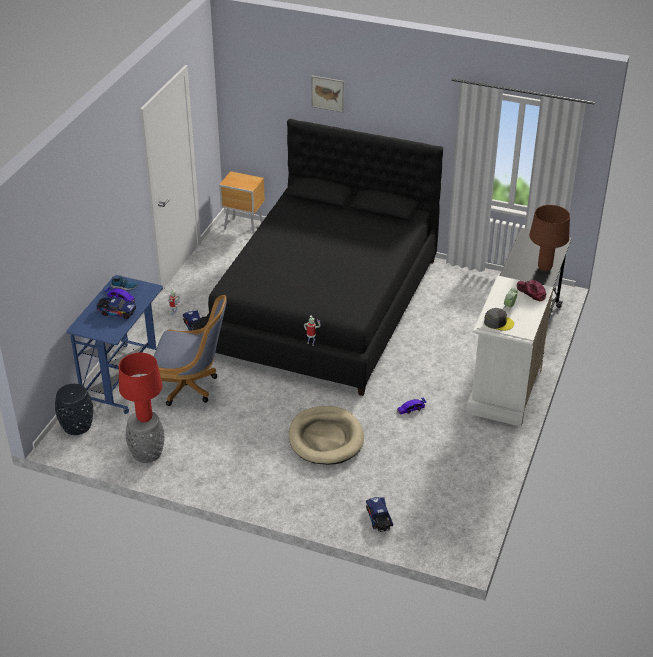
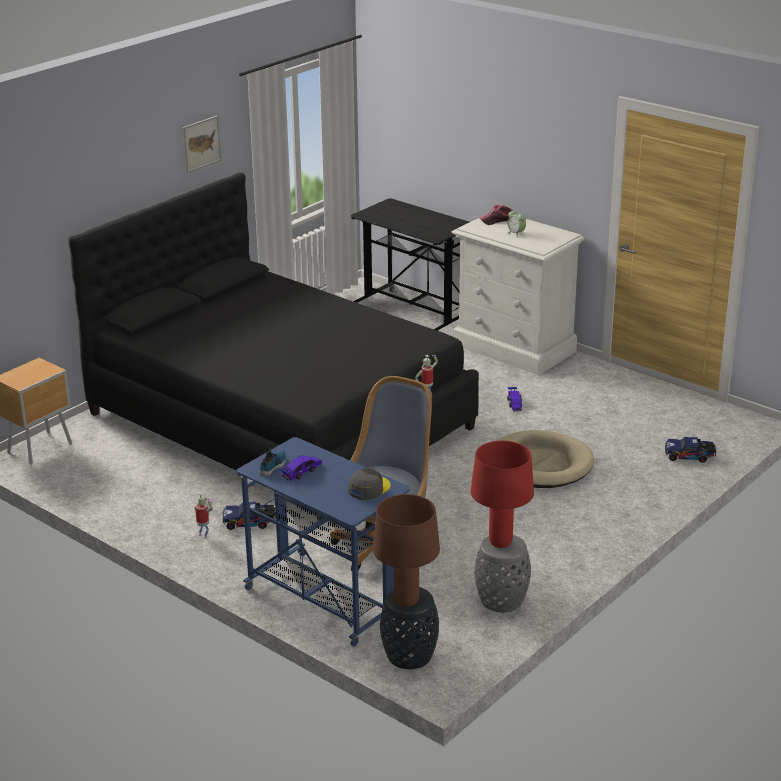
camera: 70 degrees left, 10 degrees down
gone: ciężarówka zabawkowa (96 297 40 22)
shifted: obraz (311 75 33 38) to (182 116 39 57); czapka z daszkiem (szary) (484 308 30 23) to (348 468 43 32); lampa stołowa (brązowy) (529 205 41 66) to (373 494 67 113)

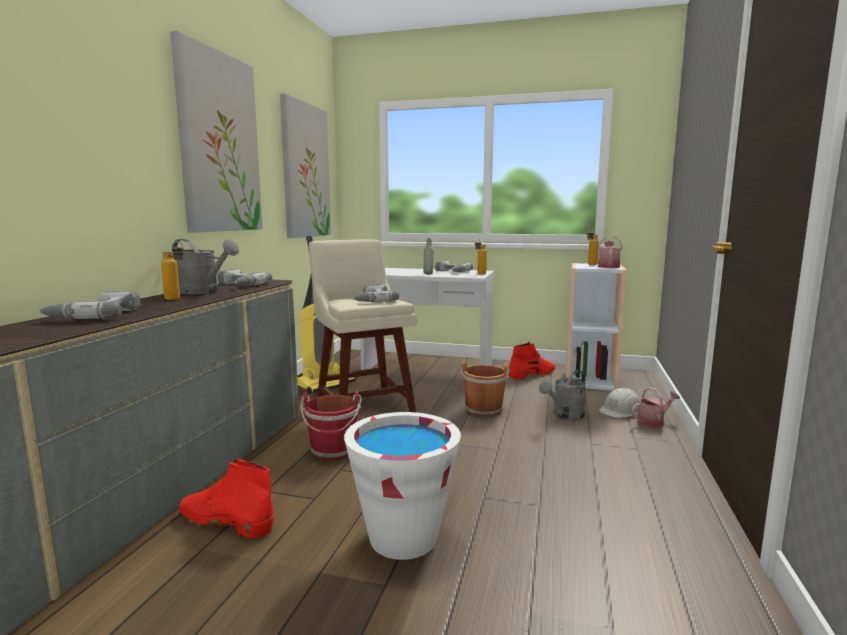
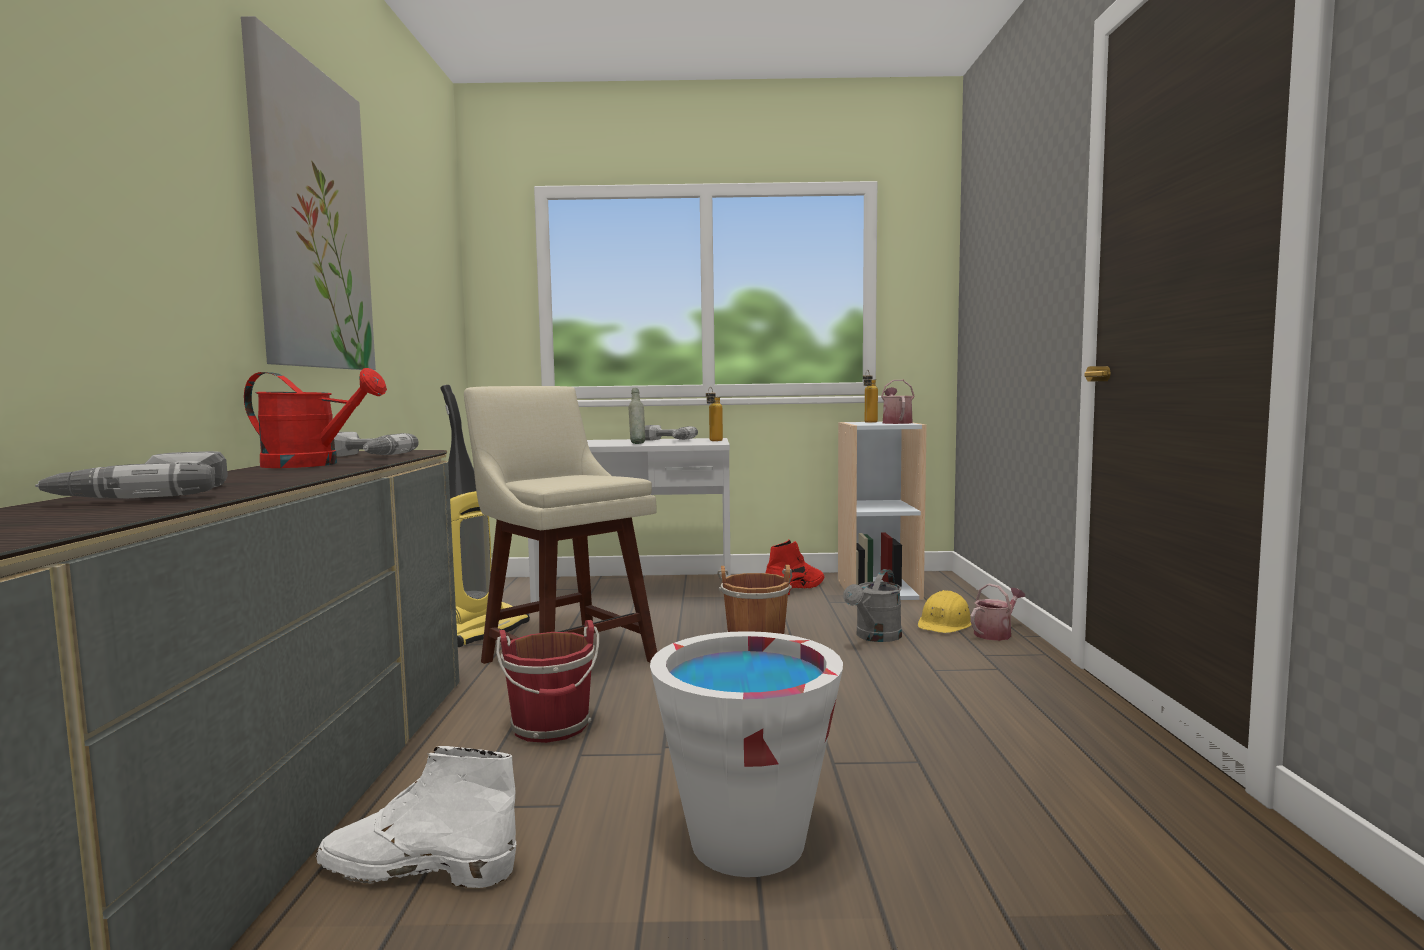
camera: 15 degrees left, 5 degrees down
gone: butelka (161 241 23 59); obraz (280 93 51 145); wiertarka (352 285 47 17)
repainted: konewka (szary) (172 239 67 55) to konewka (czerwony) (244 368 143 100); but z cholewką (czerwony) (179 459 95 79) to but z cholewką (biały) (316 746 200 142); kask (biały) (599 387 41 31) to kask (żółty) (918 590 54 43)

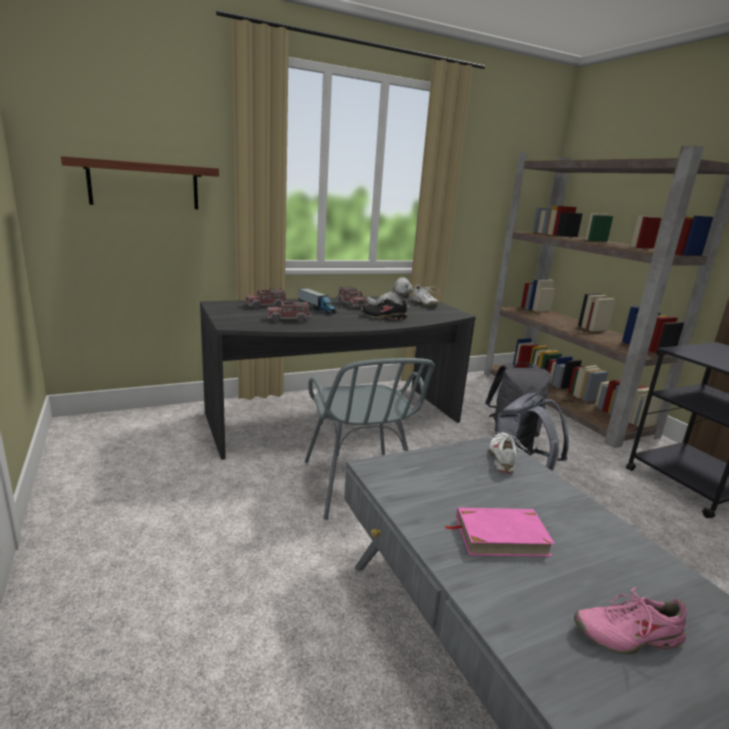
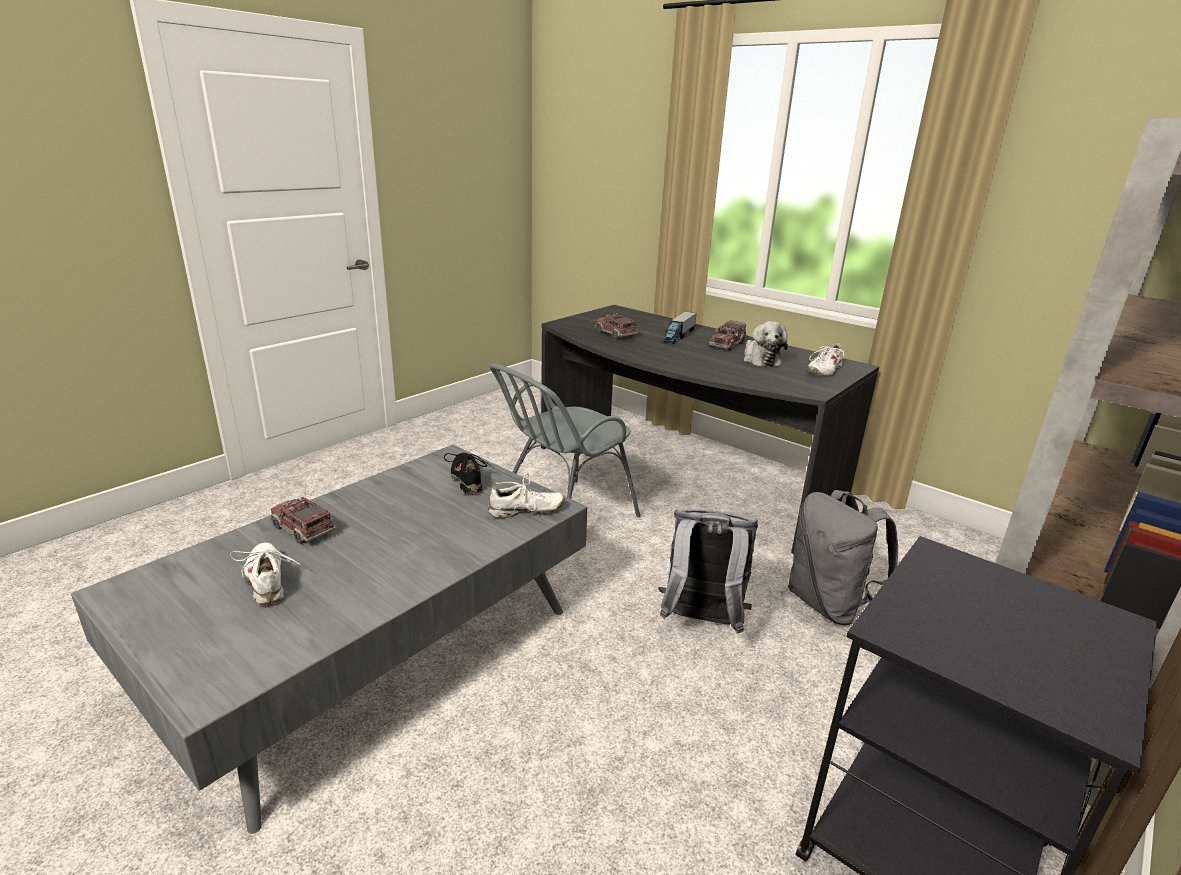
camera: 65 degrees right, 5 degrees up
gone: półka (61 156 158 53); książka (różowy) (445 508 110 49)
shifted: ciężarówka zabawkowa (245 288 43 21) to (269 497 67 47); but (czarny) (361 298 46 21) to (444 453 50 41)
repainted: but (różowy) (574 587 118 67) to but (biały) (230 543 70 62)

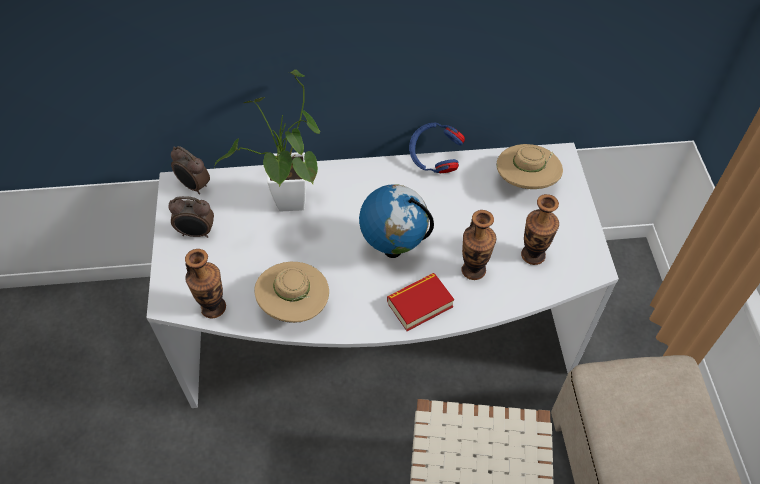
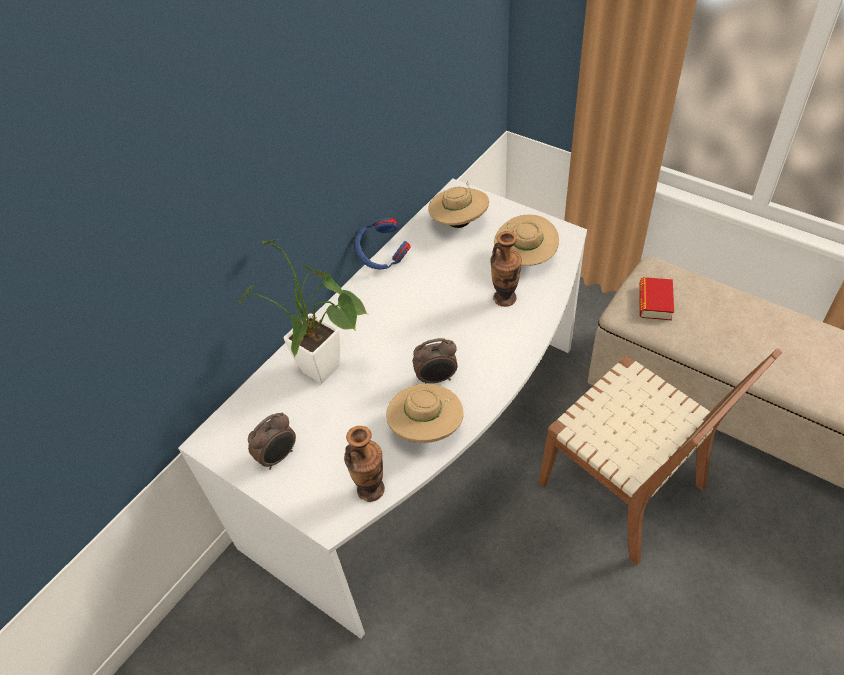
camera: 45 degrees left, 5 degrees down
gone: globus (359 184 75 74)
shifted: budzik (171 146 39 49) to (413 338 45 46); książka (387 273 67 58) to (639 277 35 43)
swapped: wazon (521 194 38 71) to kapelusz (beżowy) (494 215 65 51)

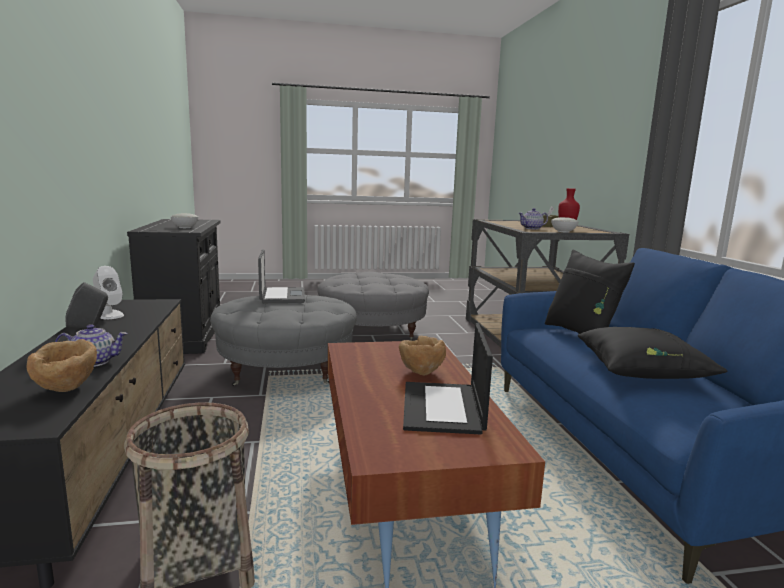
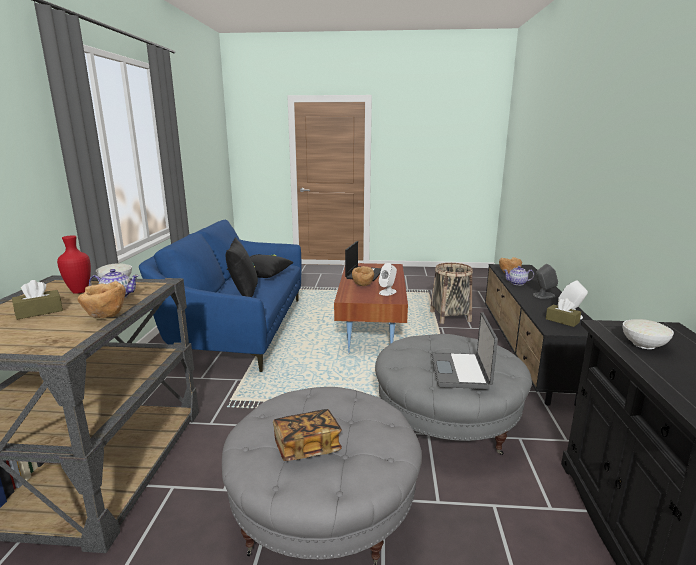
camera: 165 degrees left, 5 degrees up
new: miska (brązowy) (78 281 48 37); książka (273 409 69 52); głośnik (biały) (379 263 18 33); pudełko chusteczek (brązowy) (546 298 35 29)

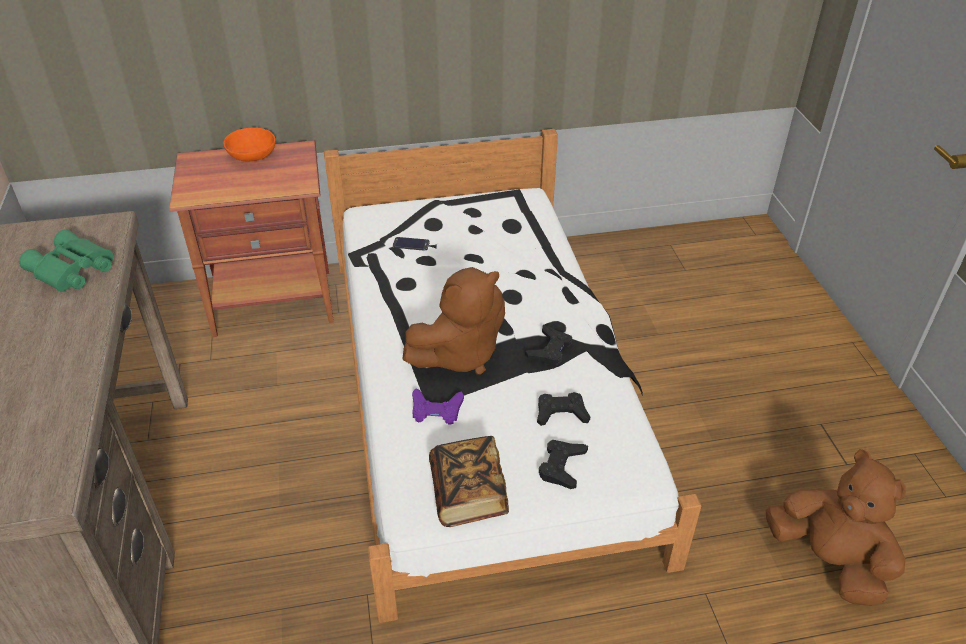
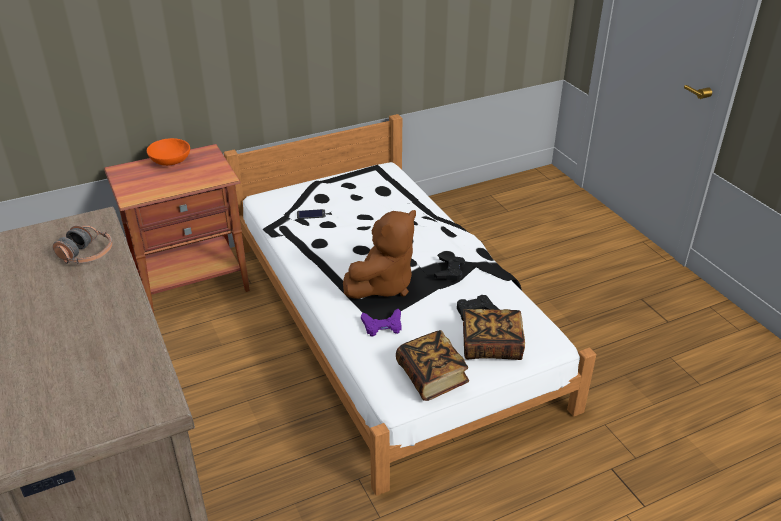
camera: 15 degrees left, 5 degrees down
gone: pluszak (brązowy) (766 449 140 157)
swapped: lornetka (zielony) (19 229 95 63) to słuchawki (53 226 60 38); pad do gier (czarny) (539 440 49 49) to książka (463 309 62 51)

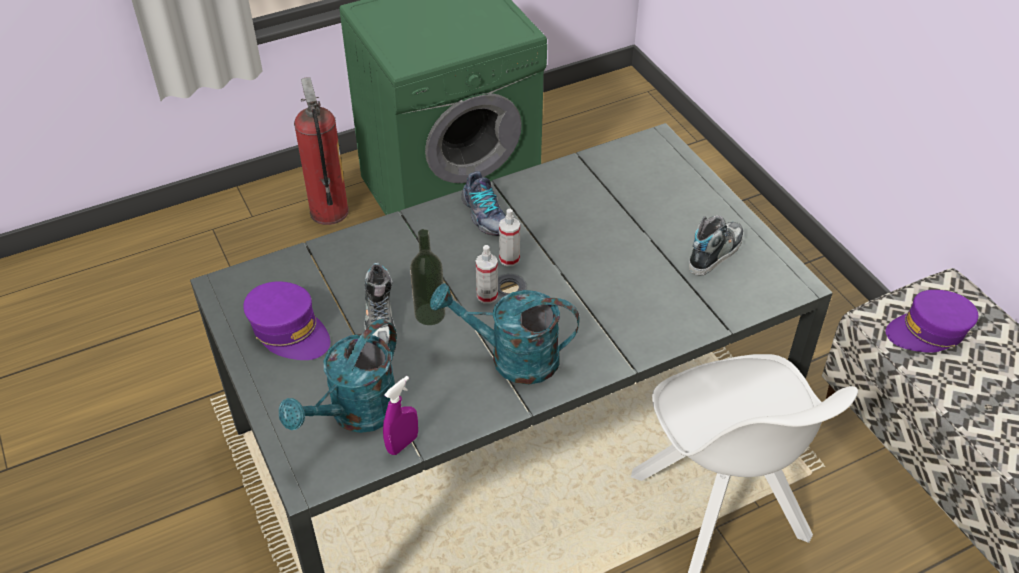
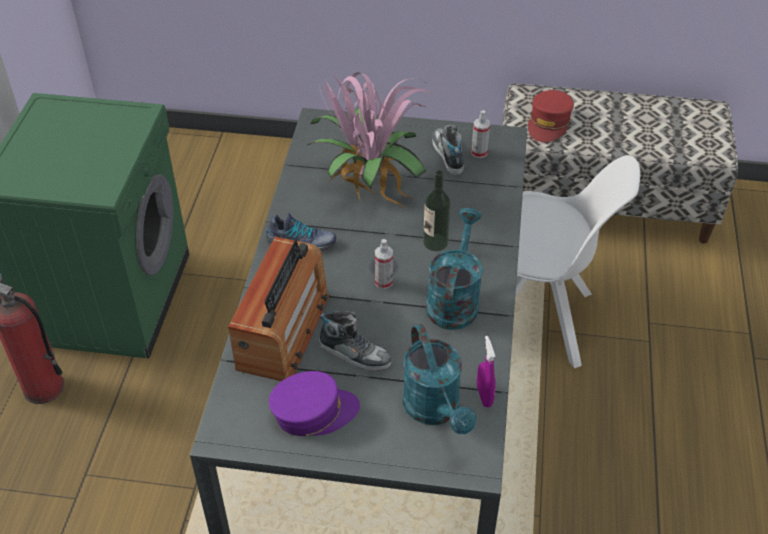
camera: 55 degrees left, 0 degrees up
new: radio (228 237 102 144); roślina doniczkowa (306 72 125 136)
shifted: butelka (410 229 35 96) to (423 170 28 81); spryskiwacz (499 209 21 57) to (471 111 19 47)
repainted: czapka z daszkiem (fioletowy) (886 290 92 63) to czapka z daszkiem (czerwony) (528 90 46 52)
rotated: konewka (turkusowy) (430 283 149 102) = (426 208 57 122) 150 degrees clockwise

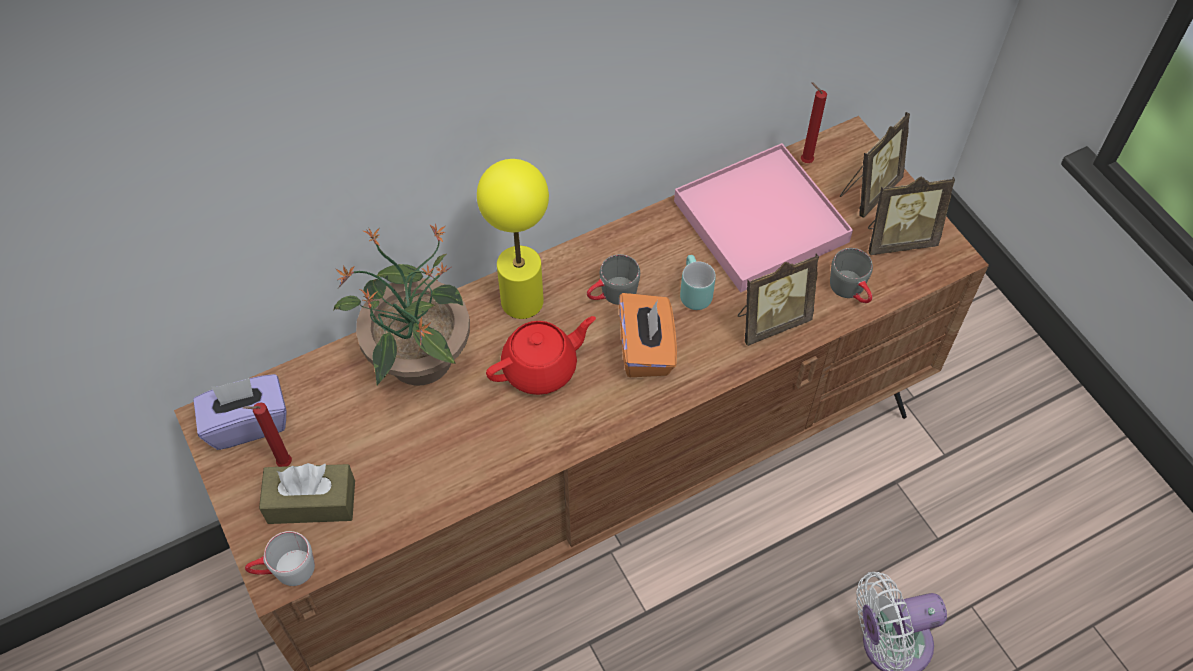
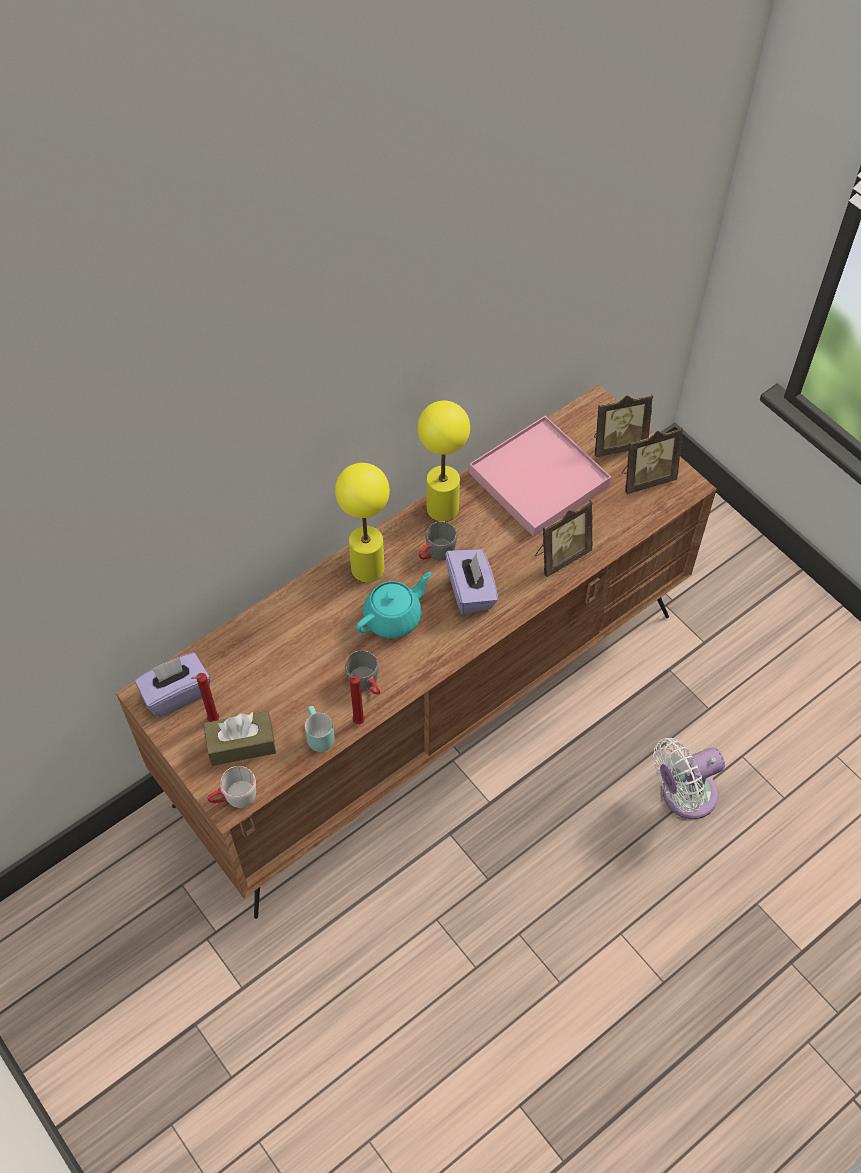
camera: 10 degrees left, 0 degrees up
gone: roślina doniczkowa (333 224 137 162)
new: lampa stołowa (żółty) (417 401 53 121)
shifted: kubek (turkusowy) (680 255 36 55) to (305 706 30 46); świeca (czerwony) (801 82 26 81) to (344 672 21 52); kubek (szary) (830 248 43 55) to (345 650 36 45)
repainted: imbryk (czerwony) (486 316 110 79) to imbryk (turkusowy) (356 572 76 66); pudełko chusteczek (pomarańczowy) (619 293 58 84) to pudełko chusteczek (fioletowy) (445 549 53 65)
rotated: ramka na zdjęcie (840 112 70 106) = (594 394 59 63) 45 degrees clockwise

